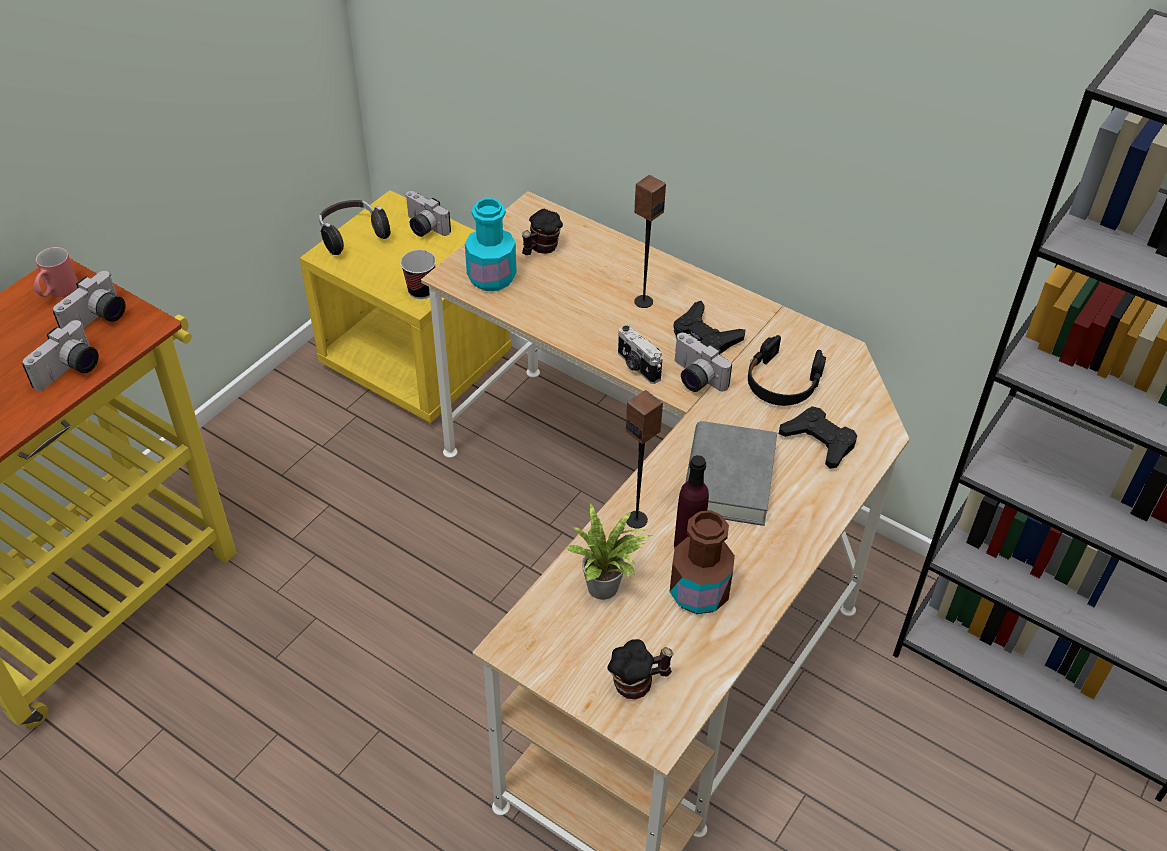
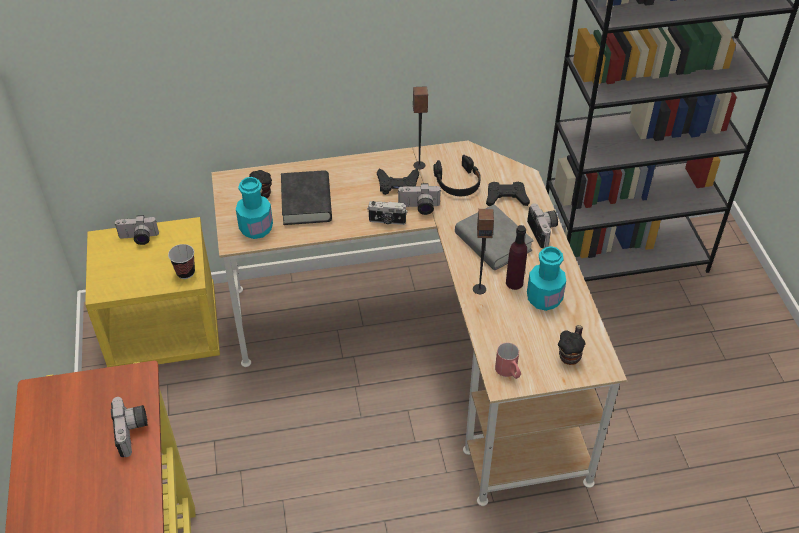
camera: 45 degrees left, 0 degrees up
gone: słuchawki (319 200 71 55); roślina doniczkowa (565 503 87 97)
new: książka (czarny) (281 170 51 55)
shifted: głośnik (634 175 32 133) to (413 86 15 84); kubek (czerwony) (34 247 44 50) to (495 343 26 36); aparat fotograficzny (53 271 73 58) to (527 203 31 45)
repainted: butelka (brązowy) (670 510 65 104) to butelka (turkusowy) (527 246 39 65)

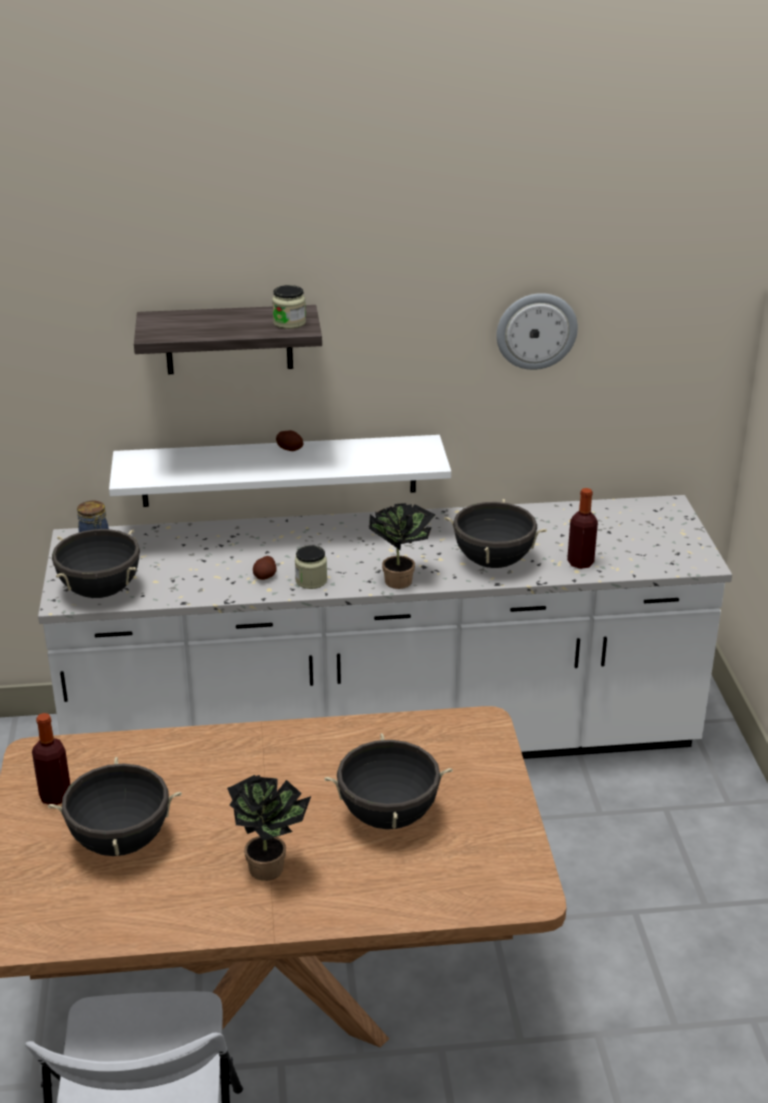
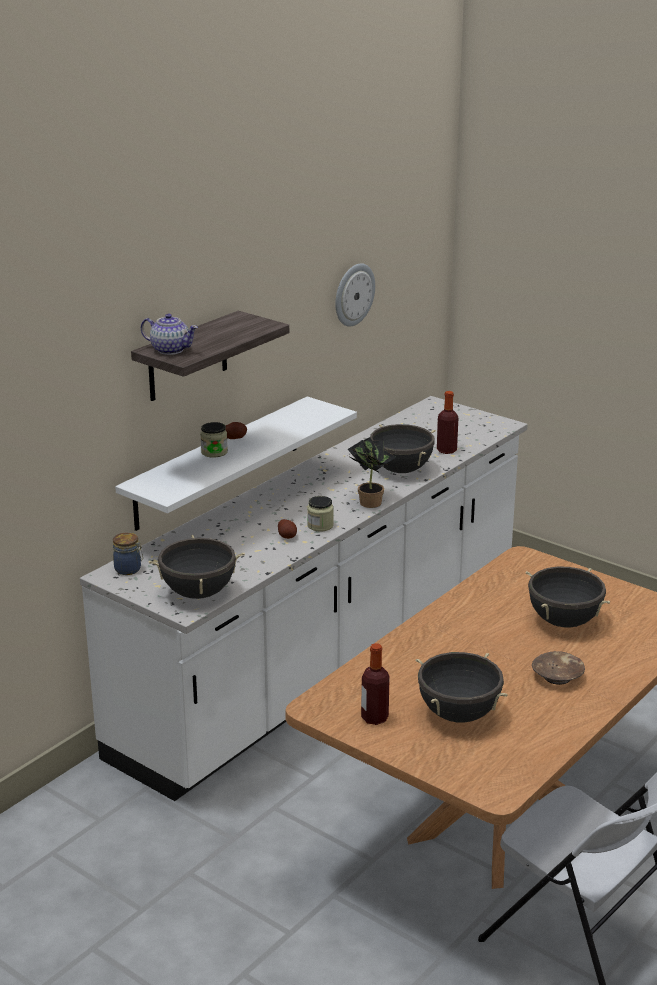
camera: 45 degrees left, 5 degrees down
new: imbryk (141 314 57 41)
shifted: słoik (272 285 34 44) to (200 422 28 36)
swapped: roślina doniczkowa (227 775 84 106) to miska (brązowy) (532 651 53 34)

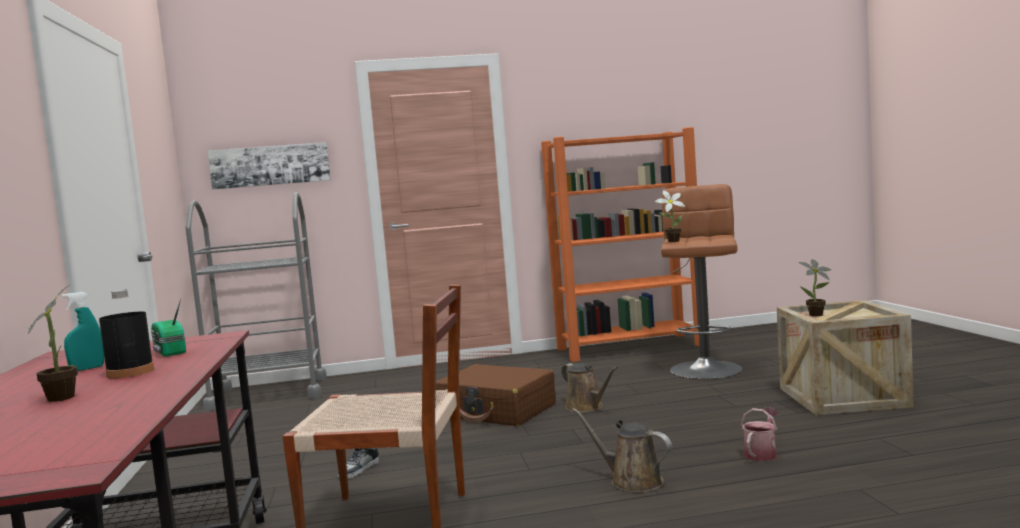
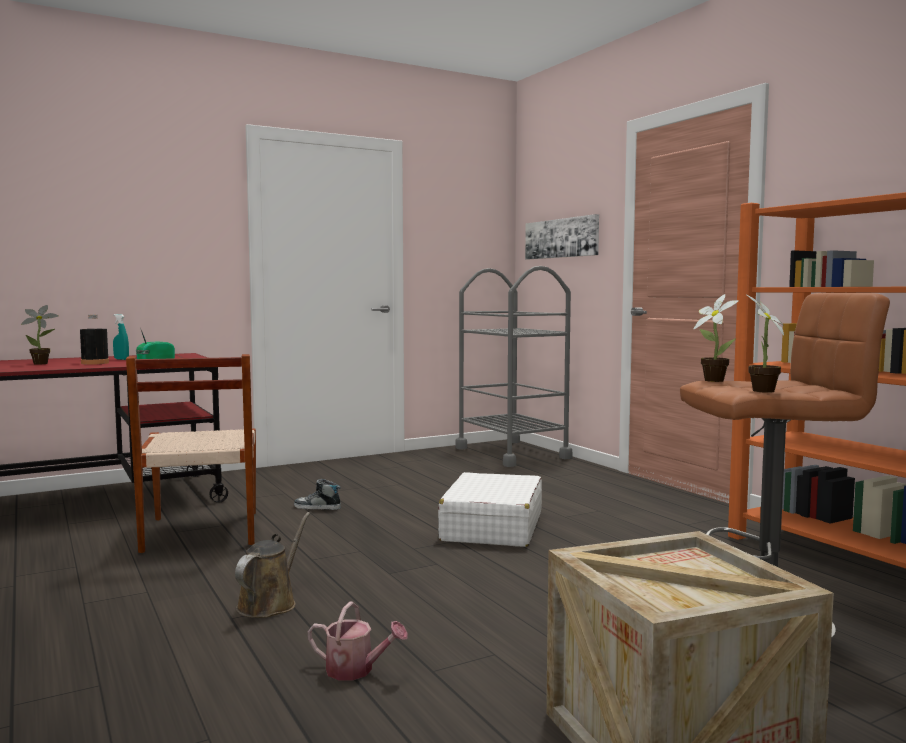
camera: 70 degrees right, 0 degrees up
gone: konewka (brązowy) (561 363 57 49)
shifted: roślina doniczkowa (798 259 33 58) to (747 295 38 98)
repainted: walizka (brązowy) (436 364 120 62) to walizka (biały) (438 472 104 75)

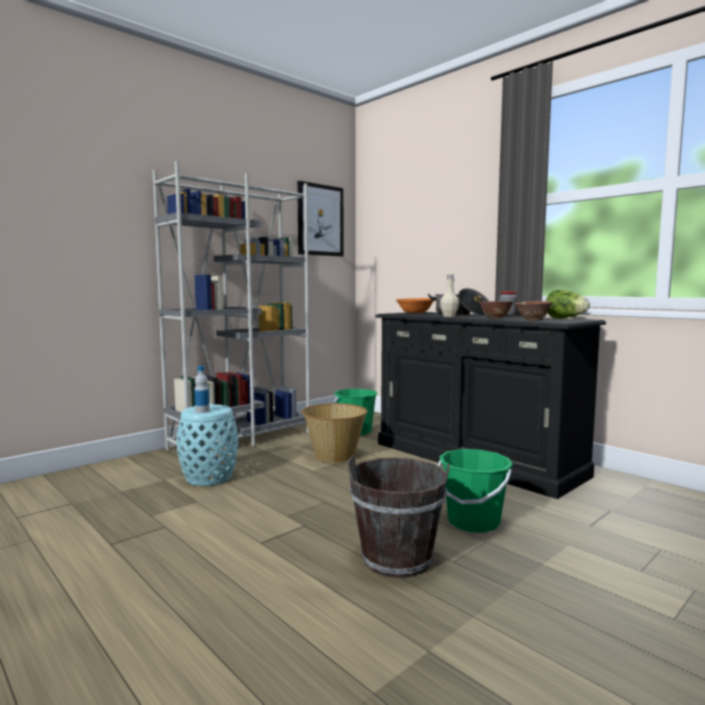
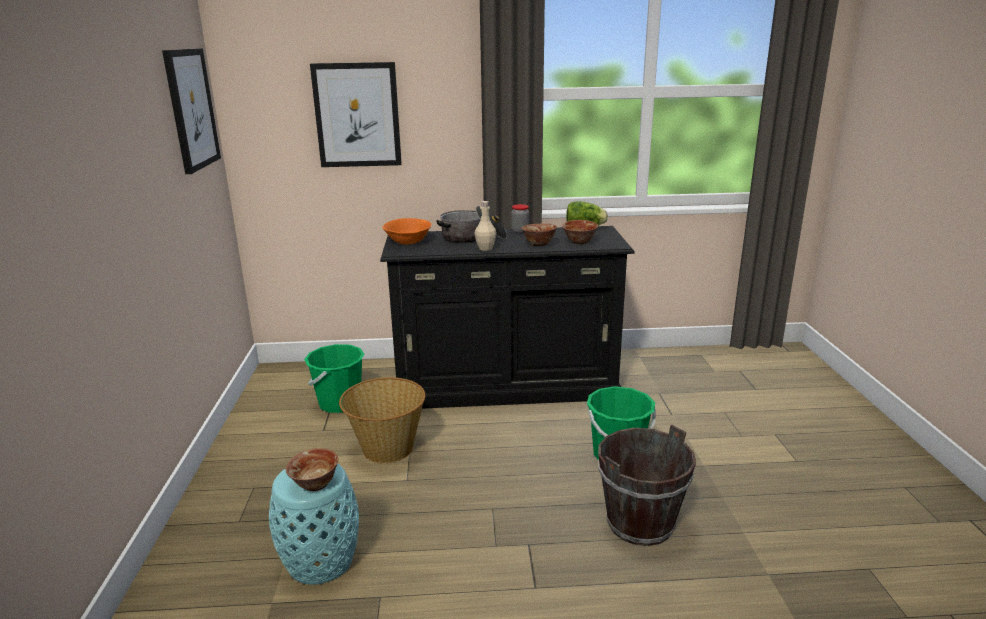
camera: 50 degrees left, 15 degrees up
gone: regał (szary) (153 161 157 295)
new: obraz (310 62 92 105)
swapped: butelka (194 366 16 47) to miska (286 448 52 43)

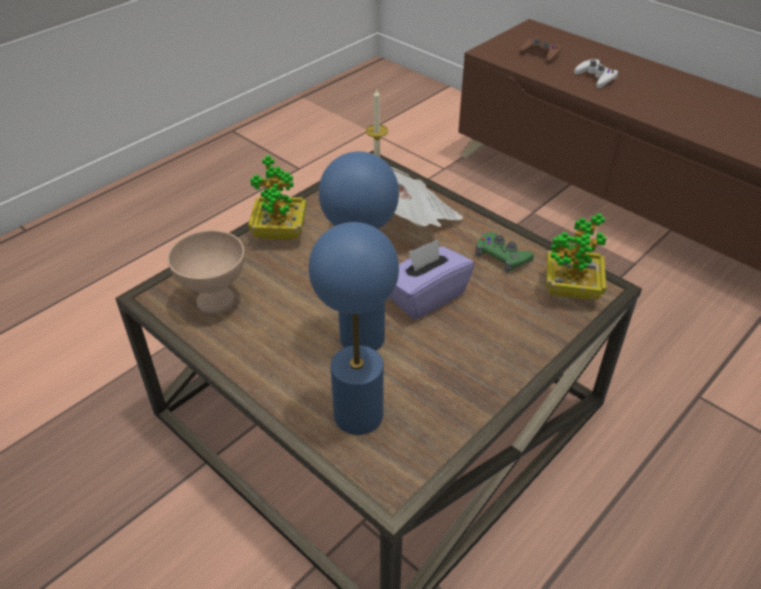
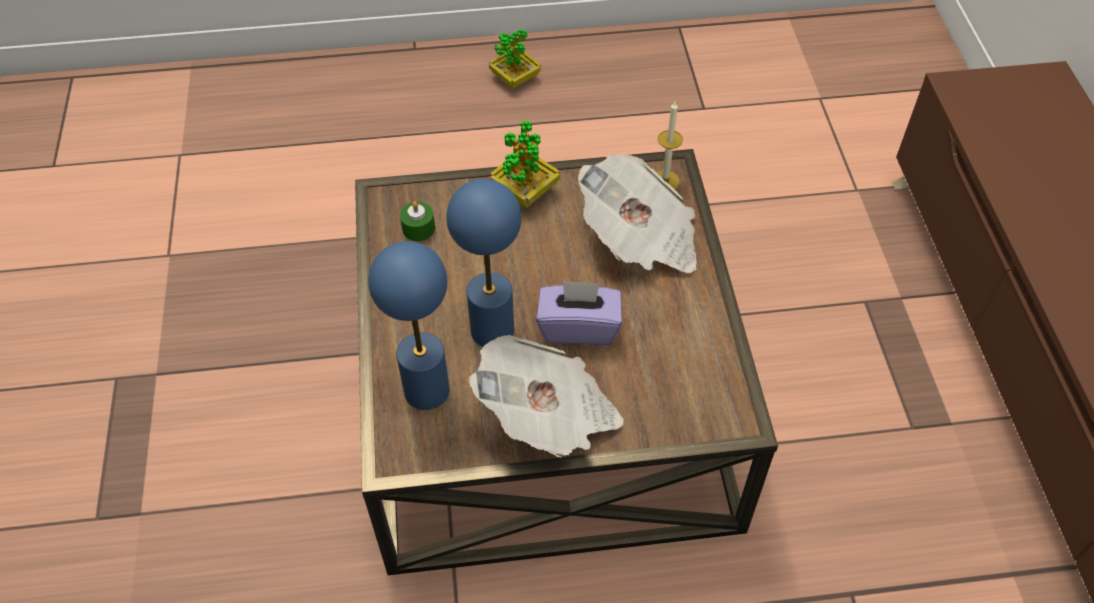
camera: 40 degrees right, 10 degrees up
gone: pad do gier (zielony) (476 232 58 41); pad do gier (brązowy) (519 38 42 26); pad do gier (biały) (574 59 45 29)
new: gazeta (468 335 156 122)
shifted: roślina doniczkowa (546 213 60 87) to (489 29 52 60)
swapped: miska (beżowy) (167 230 78 84) to świeca (zielony) (400 201 35 40)

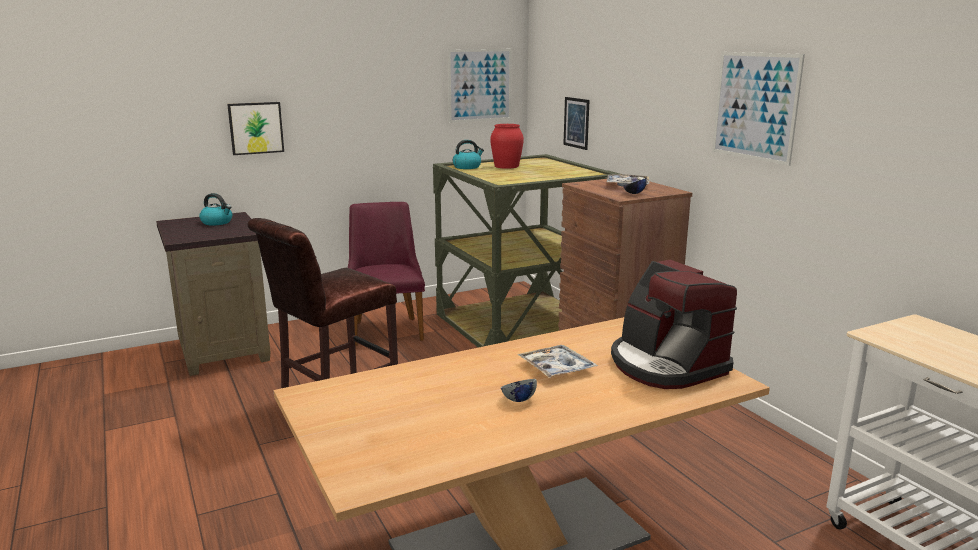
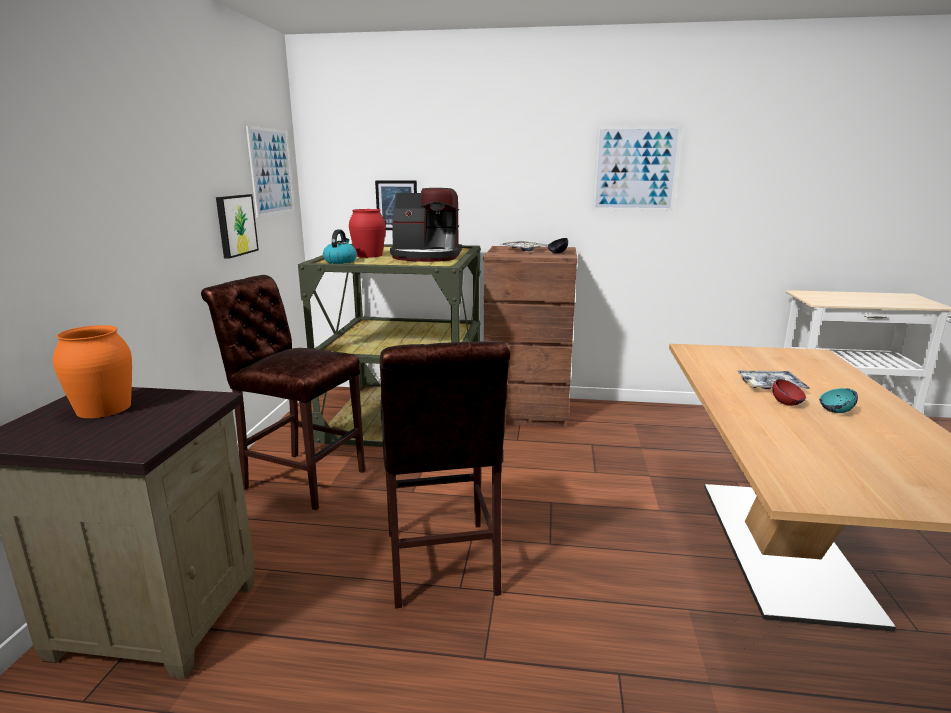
camera: 55 degrees left, 0 degrees up
new: miska (czerwony) (772 379 34 27)
shifted: obraz (227 102 57 53) to (216 194 43 65); ekspres do kawy (611 260 126 129) to (390 188 72 74)
swapped: czajnik (199 193 33 32) to wazon (pomarańczowy) (53 325 79 93); krzesło (fioletowy) (348 202 77 144) to stołek (brązowy) (201 275 164 235)
repainted: miska (szary) (501 379 36 23) to miska (turkusowy) (819 388 39 25)

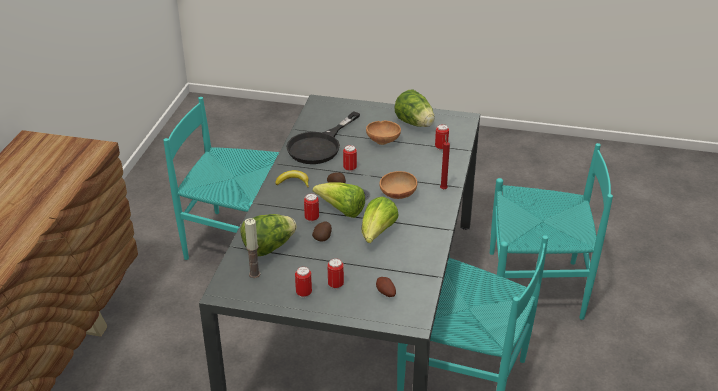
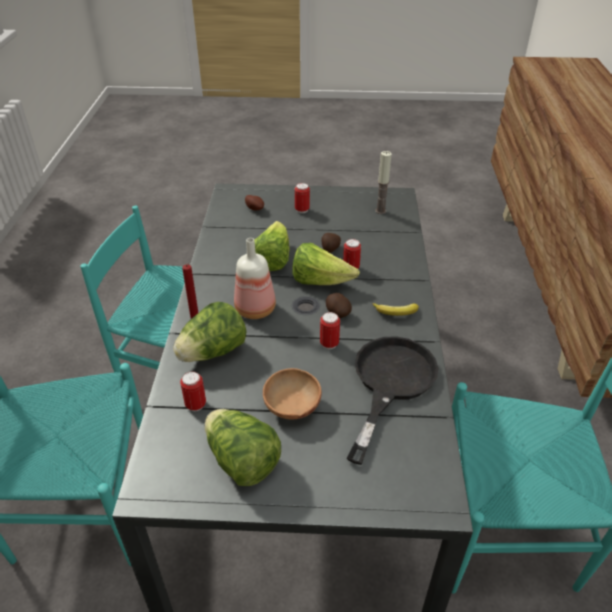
camera: 170 degrees right, 5 degrees up
gone: puszka (295 267 17 31)
shifted: sałata (240 214 57 42) to (173 302 74 60)
swapped: miska (brązowy) (379 171 38 28) to butelka (234 238 42 81)

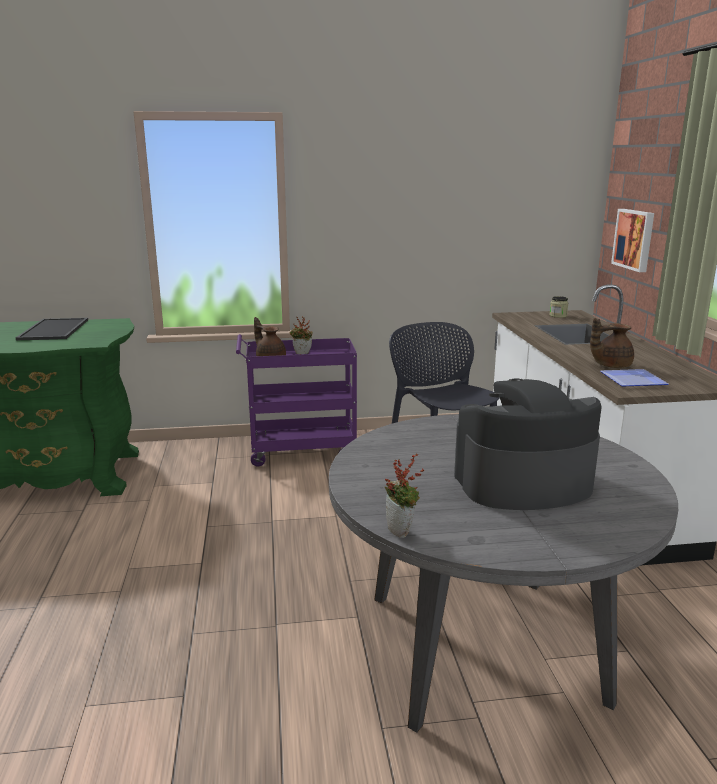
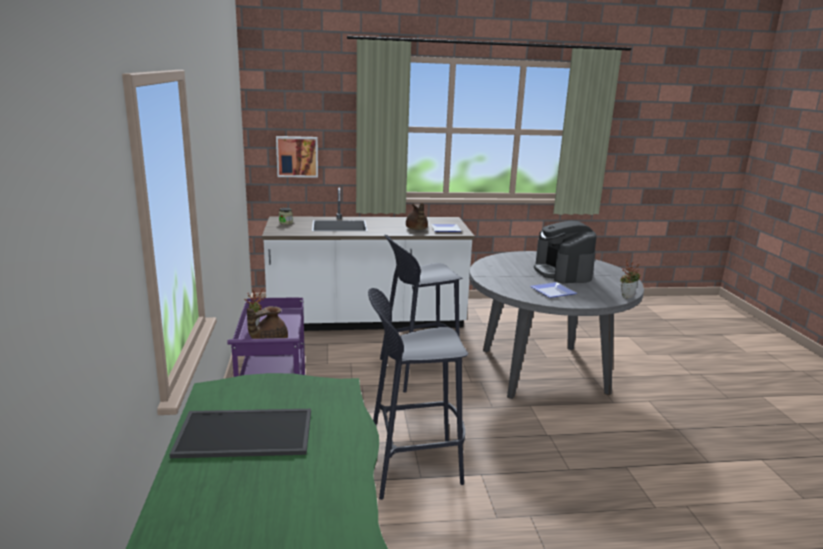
camera: 90 degrees left, 0 degrees up
new: stołek (szary) (368 288 100 212); talerz (530 282 47 16)

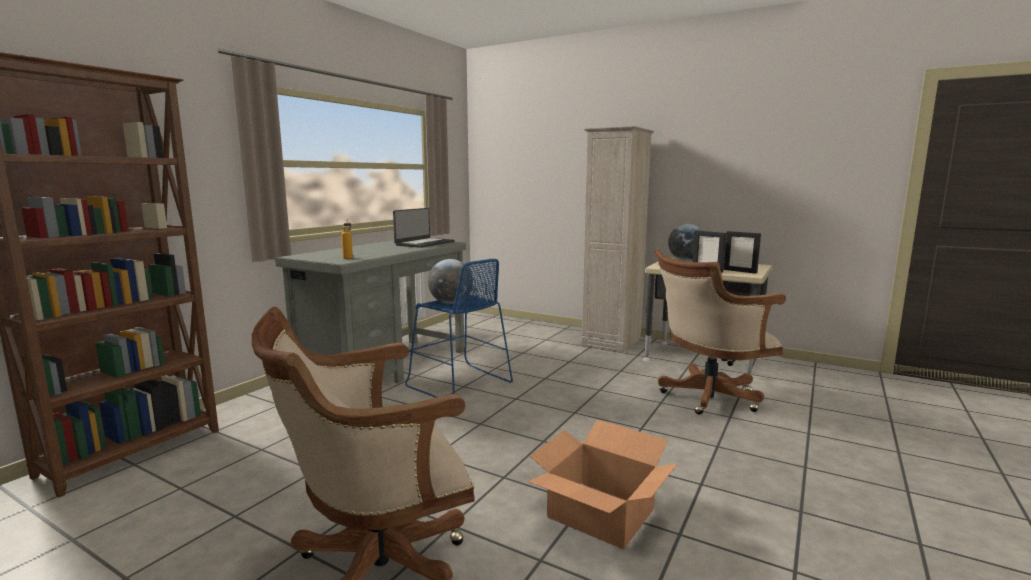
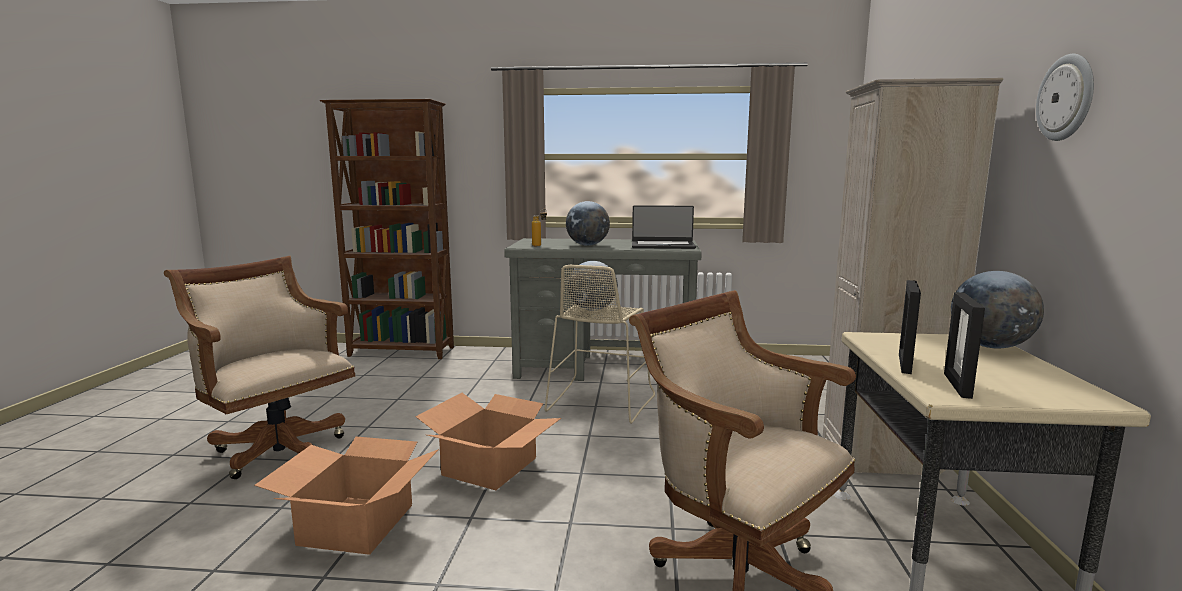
camera: 65 degrees right, 0 degrees up
new: karton (416 393 145 97); globus (566 201 44 45); zegar ścienny (1036 54 58 87)
repainted: stołek (niebieski) (405 259 108 139) to stołek (beżowy) (545 265 110 159)

